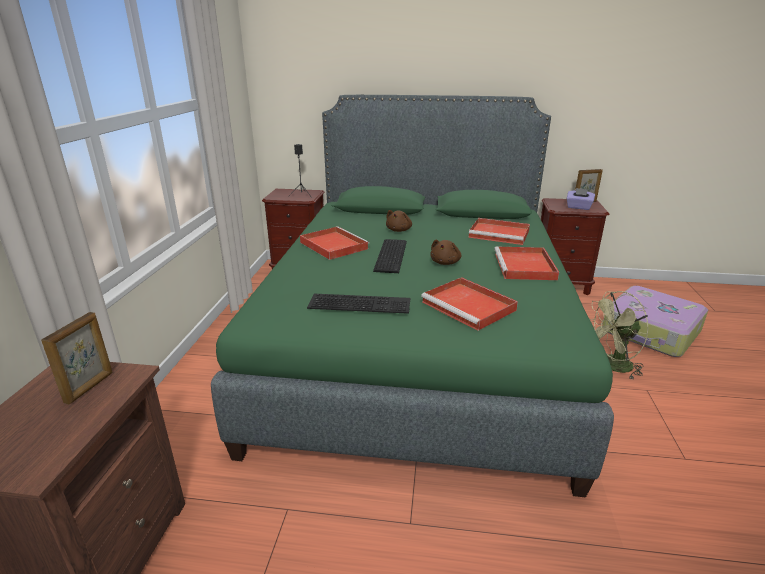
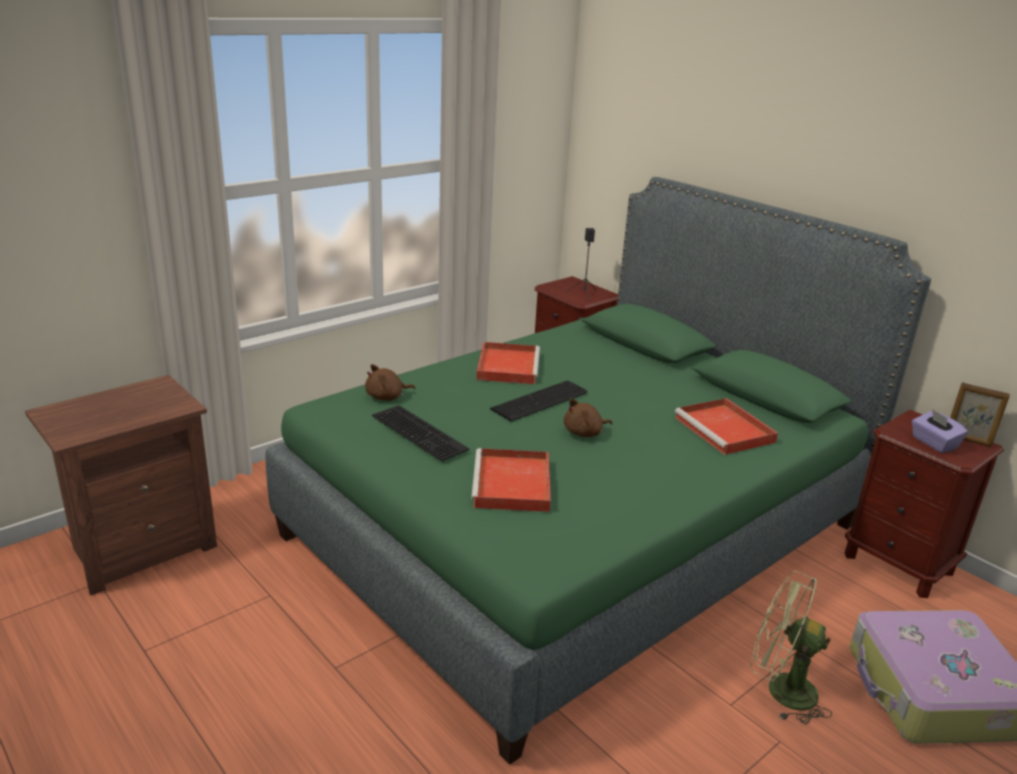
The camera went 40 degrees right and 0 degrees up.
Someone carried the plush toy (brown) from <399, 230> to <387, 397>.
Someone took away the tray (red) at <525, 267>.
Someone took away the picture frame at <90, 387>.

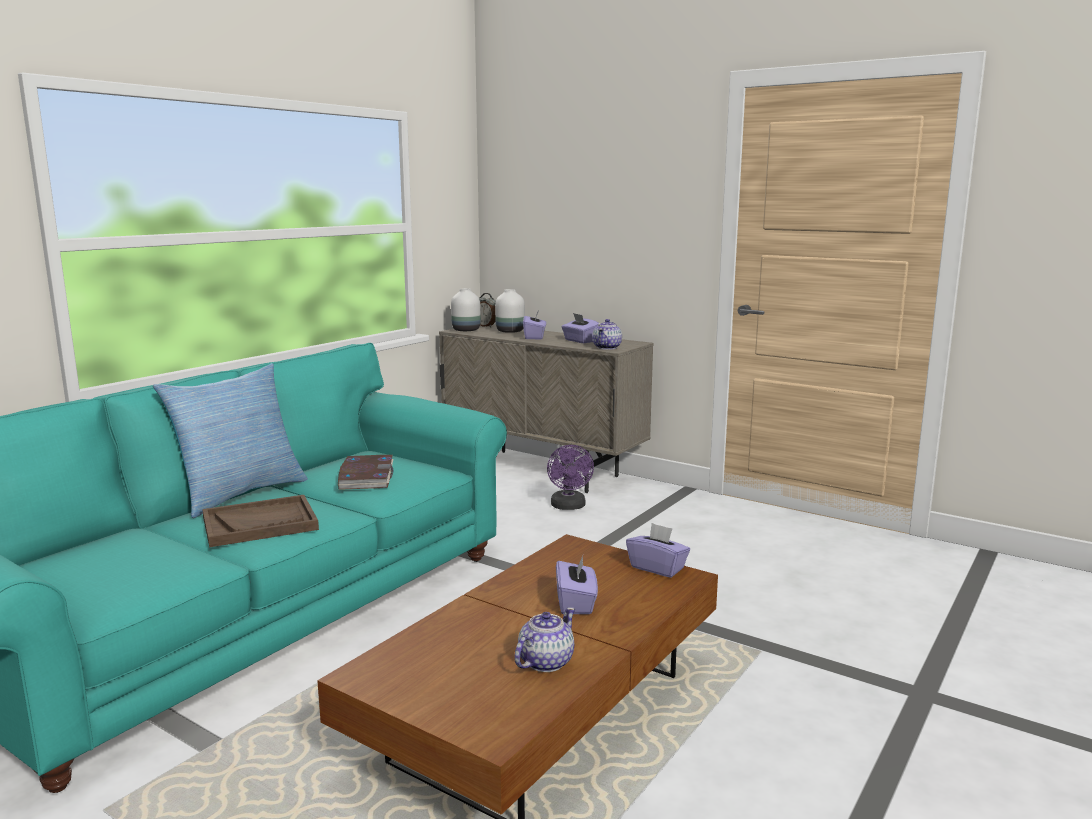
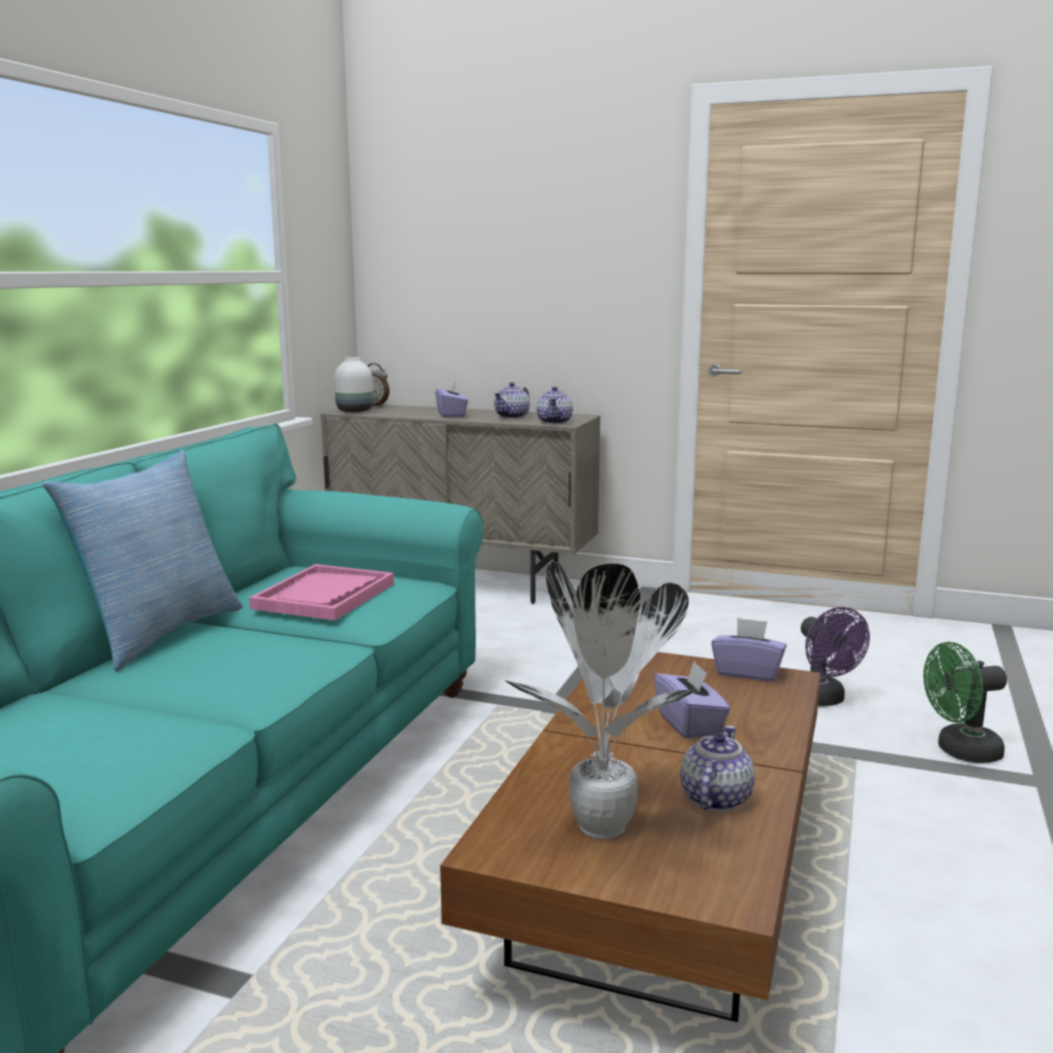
The camera went 15 degrees left and 0 degrees up.
Someone took away the vase (white) at <509, 331>.
Someone swapped the tissue box (purple) at <580, 341> for the teapot at <512, 416>.
Someone carried the fan (purple) from <569, 507> to <822, 700>.
Someone swapped the book at <366, 476> for the tray (pink) at <324, 596>.
Someone took away the tray (brown) at <260, 523>.
Someone put down the potted plant at <601, 829>.
Someone put down the fan (green) at <960, 752>.

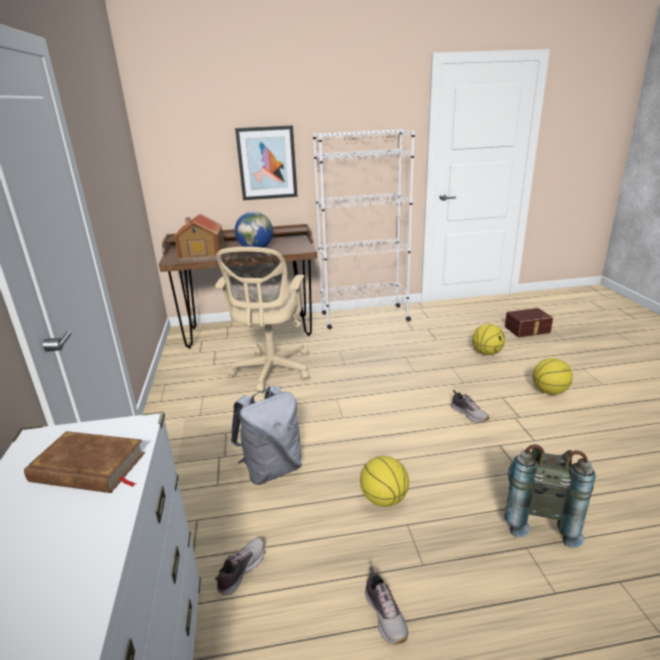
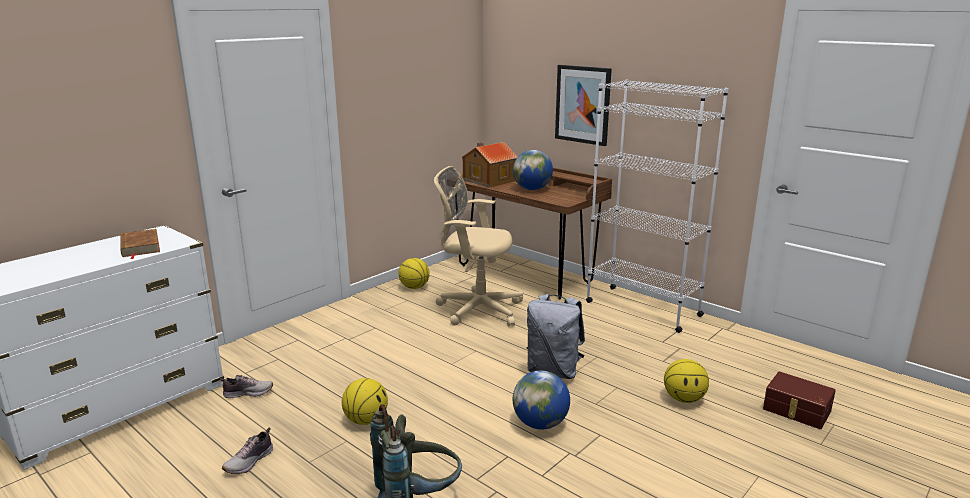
The camera went 50 degrees right and 5 degrees down.
Someone rotated the office chair (beige) at <271, 372> by 45 degrees clockwise.
Someone carried the basketball from <549, 391> to <414, 287>.
Someone carried the backpack (grey) from <271, 469> to <553, 371>.
Someone swapped the shoe at <469, 414> for the globe at <540, 424>.

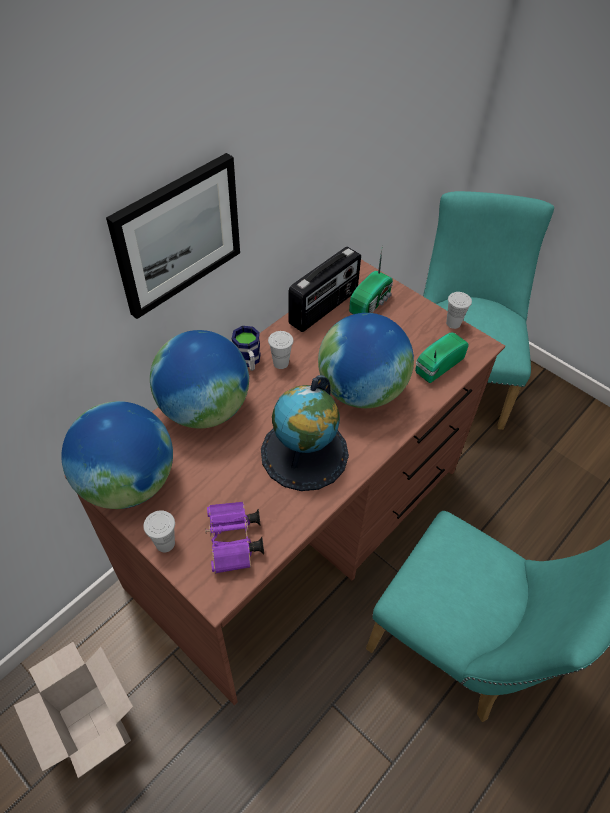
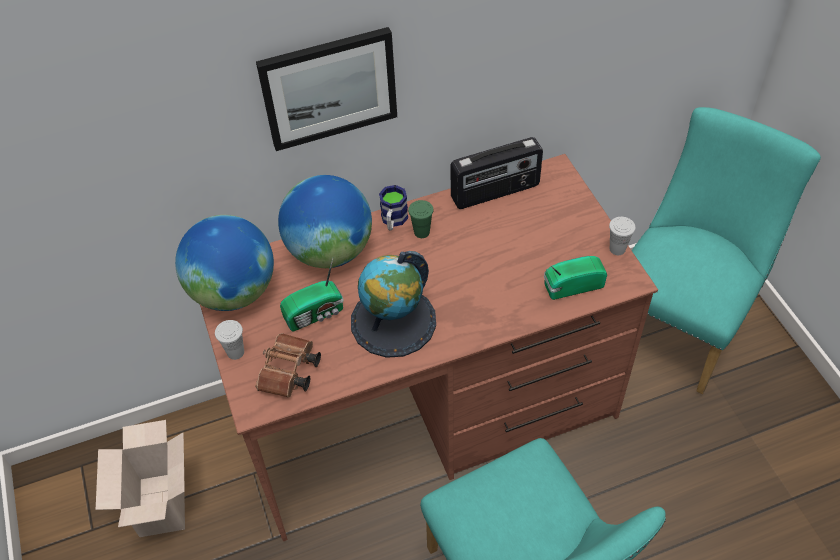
The camera went 30 degrees right and 0 degrees up.
Someone carried the radio from <371, 303> to <316, 314>.
Someone took away the globe at <362, 391>.
Someone repainted the cup (white) at <281, 363>, which became the cup (green) at <421, 232>.
Someone repainted the binoculars (purple) at <234, 543>, which became the binoculars (brown) at <289, 374>.

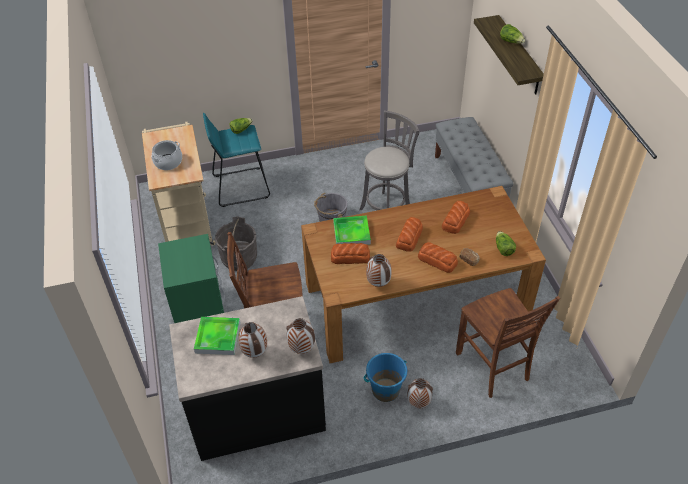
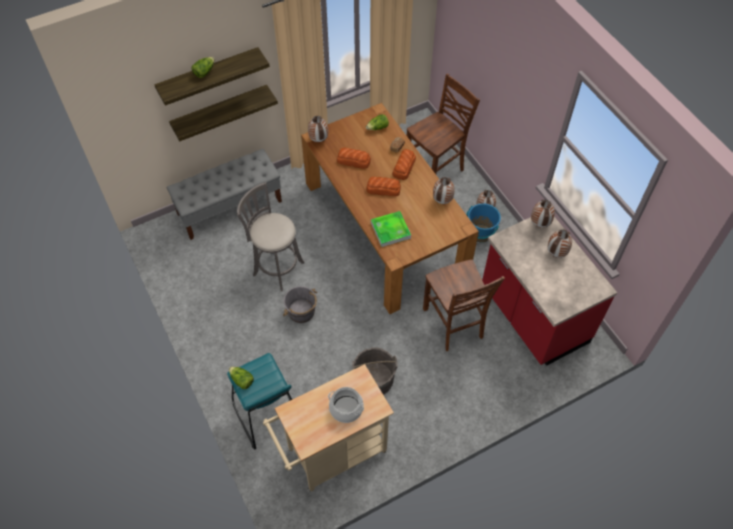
The camera went 105 degrees left and 10 degrees up.
Someone took away the nightstand (green) at <200, 312>.
Someone took away the bread at <350, 257>.
Someone repainted the counter (black) at <257, 411>, which became the counter (red) at <532, 316>.
Someone took away the tray at <218, 337>.
Someone put up the shelf at <220, 111>.
Someone put down the vase at <318, 140>.

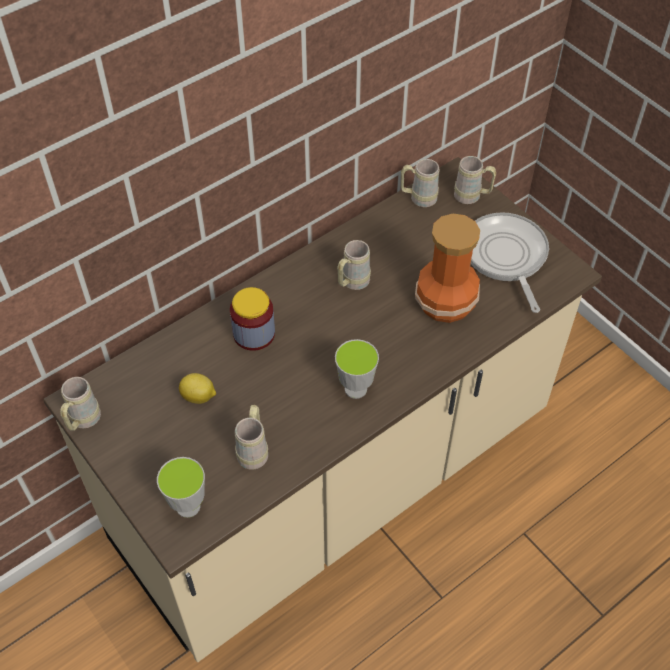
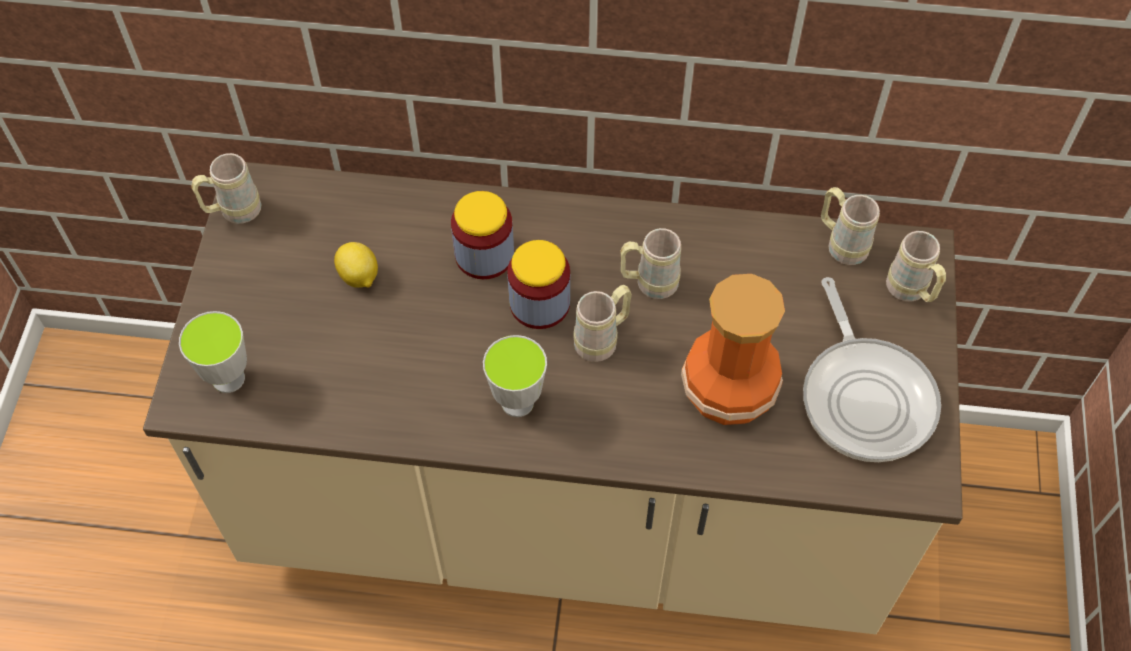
The camera went 45 degrees right and 5 degrees up.
Someone rotated the frying pan at <506, 257> by 135 degrees clockwise.
Someone carried the mug (beige) from <254, 450> to <603, 339>.
Someone put down the jar at <539, 303>.

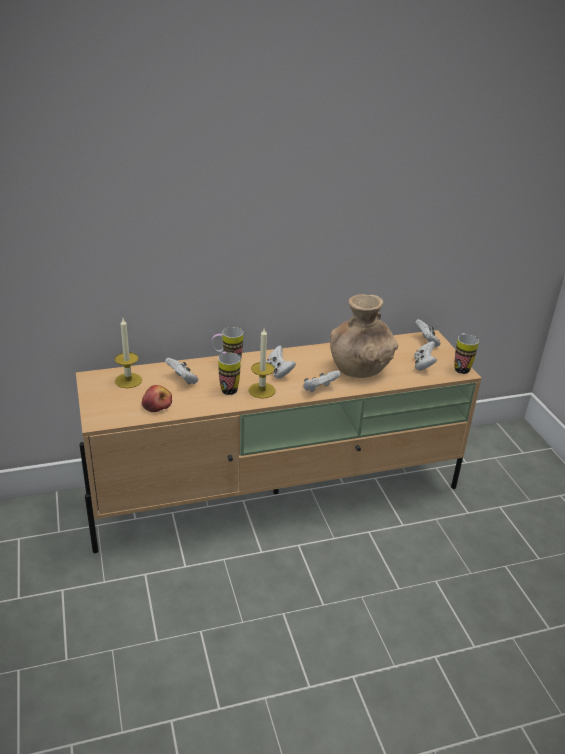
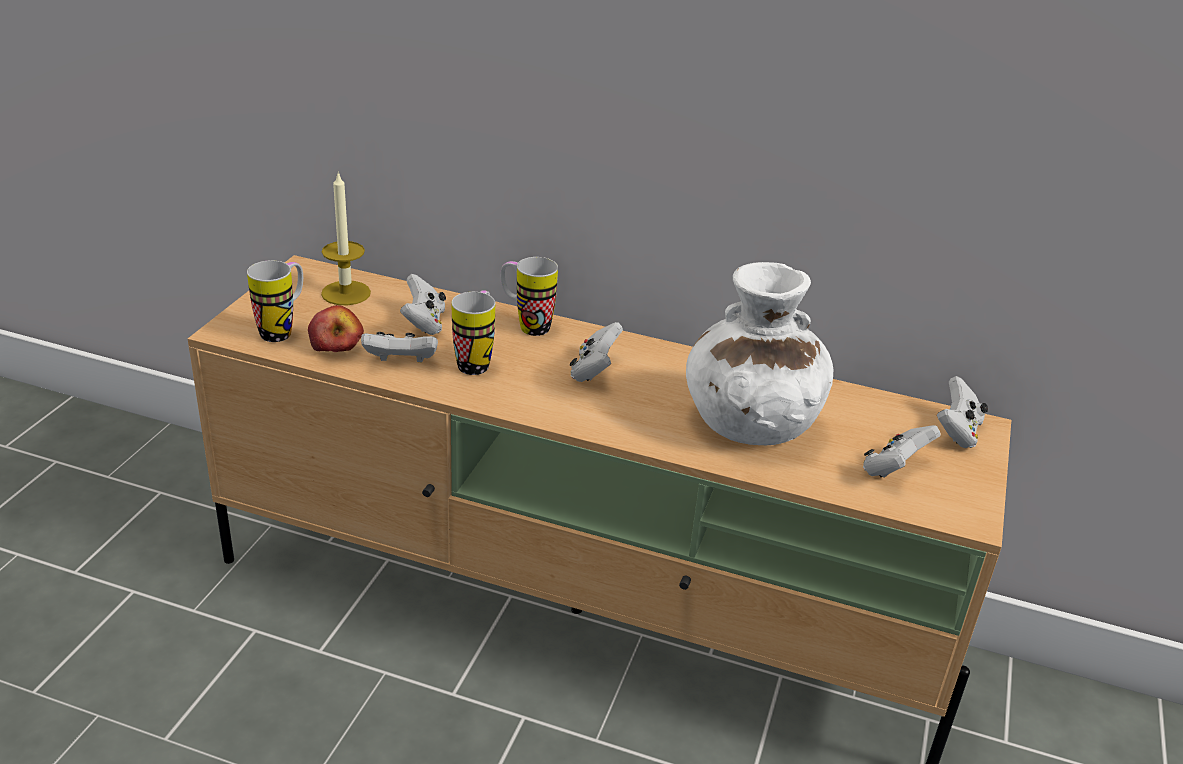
The camera went 35 degrees right and 0 degrees up.
Someone repainted the vase (brown) at <359, 369>, which became the vase (white) at <750, 424>.
Someone took away the candle at <262, 390>.
Someone carried the mug from <460, 367> to <283, 330>.
Someone carried the game controller (white) from <319, 389> to <401, 363>.

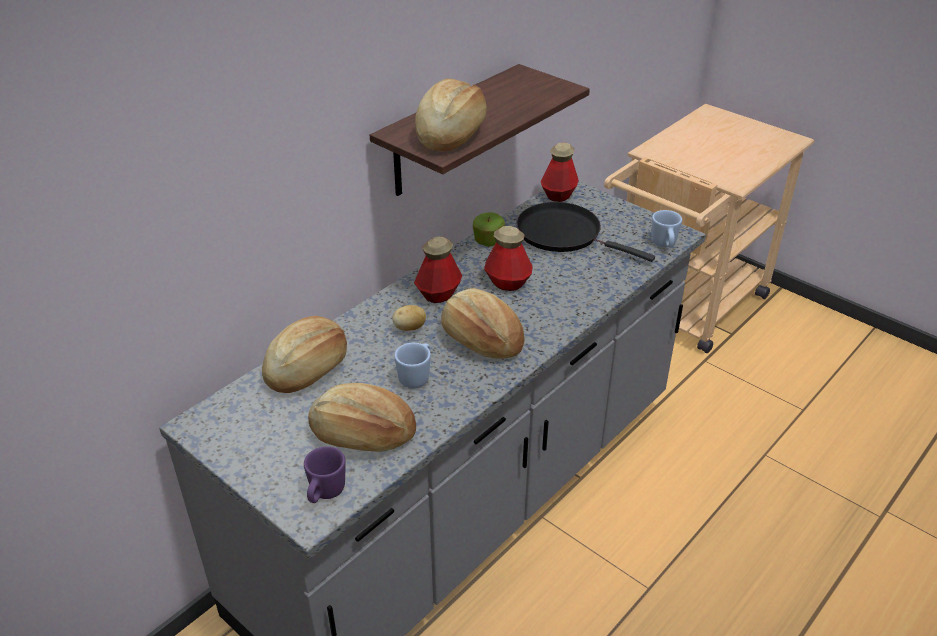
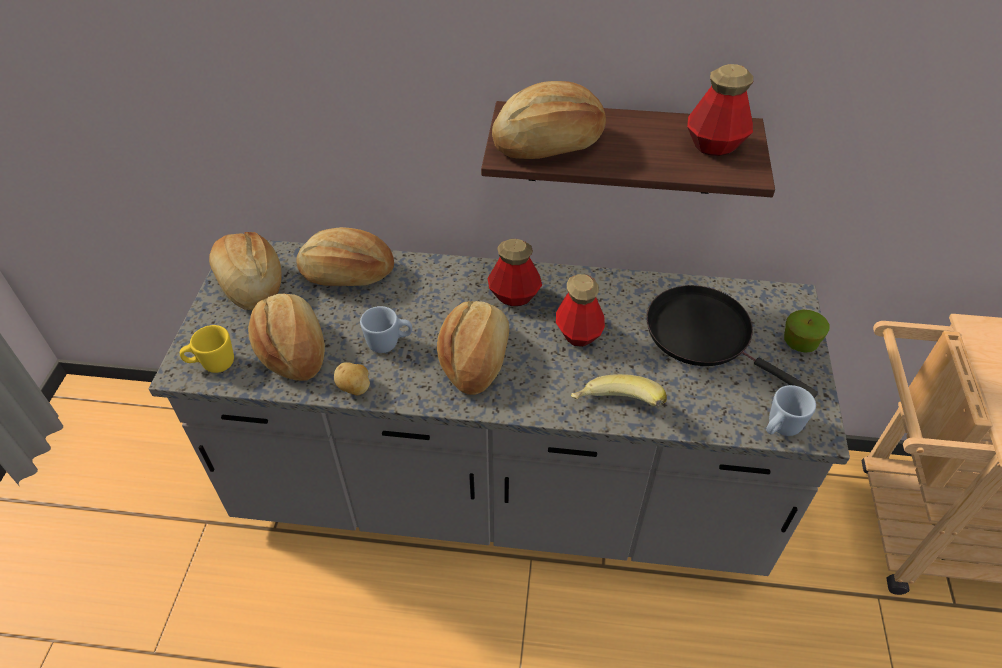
The camera went 55 degrees right and 10 degrees up.
Someone carried the bottle from <558, 195> to <715, 145>.
Someone rotated the frying pan (black) at <564, 234> by 45 degrees counterclockwise.
Someone carried the apple from <488, 241> to <800, 343>.
Someone carried the potato from <409, 328> to <355, 388>.
Someone repainted the mug (purple) at <325, 494>, which became the mug (yellow) at <212, 364>.
Someone put down the bread at <249, 284>.
Someone put down the banana at <615, 409>.

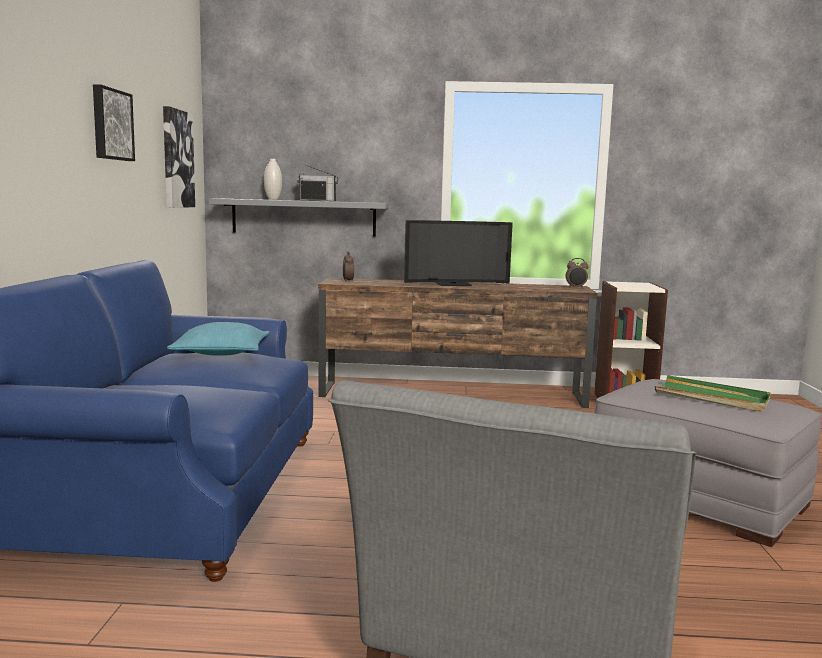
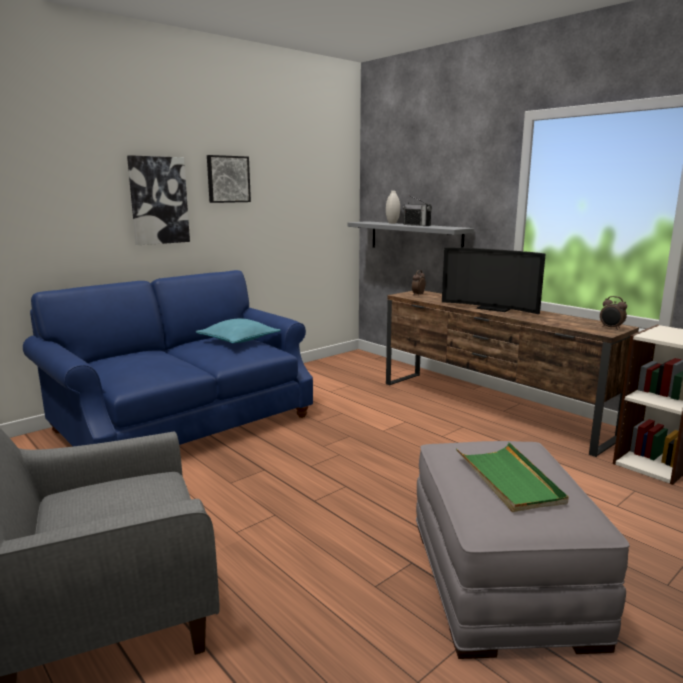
The camera went 45 degrees right and 5 degrees up.
Someone carried the picture from <176, 159> to <158, 200>.

